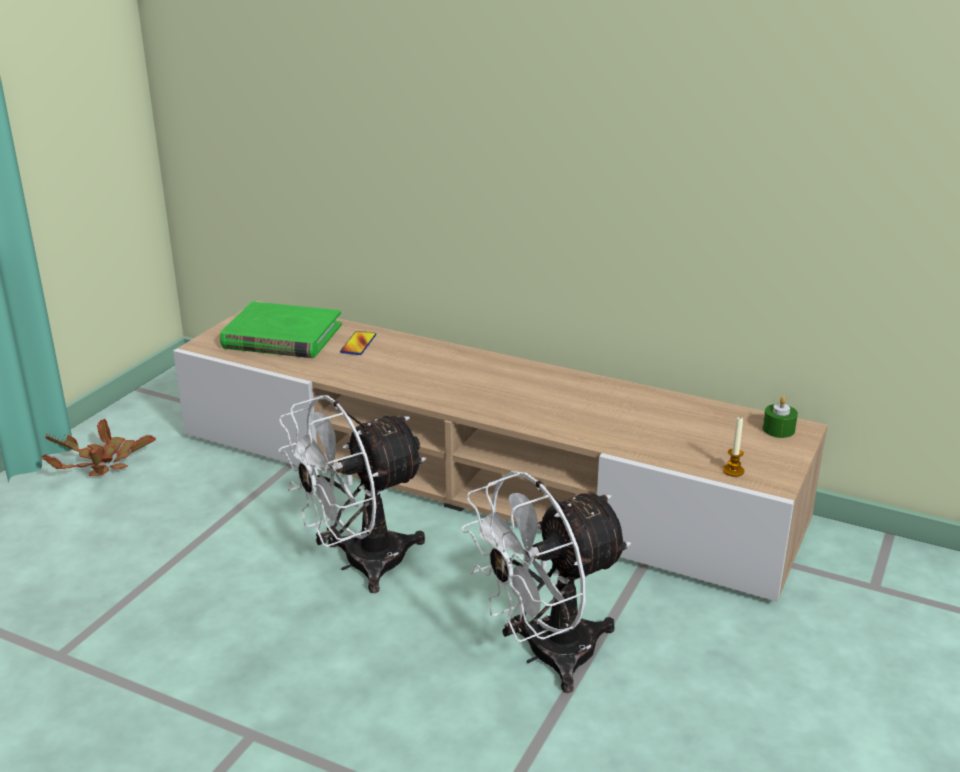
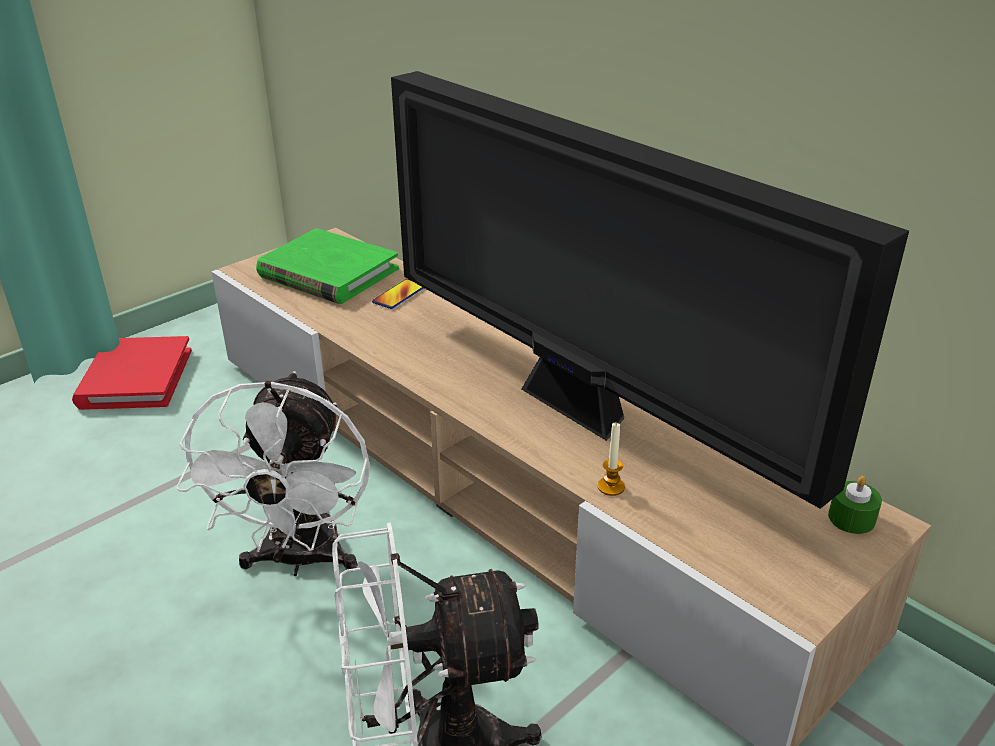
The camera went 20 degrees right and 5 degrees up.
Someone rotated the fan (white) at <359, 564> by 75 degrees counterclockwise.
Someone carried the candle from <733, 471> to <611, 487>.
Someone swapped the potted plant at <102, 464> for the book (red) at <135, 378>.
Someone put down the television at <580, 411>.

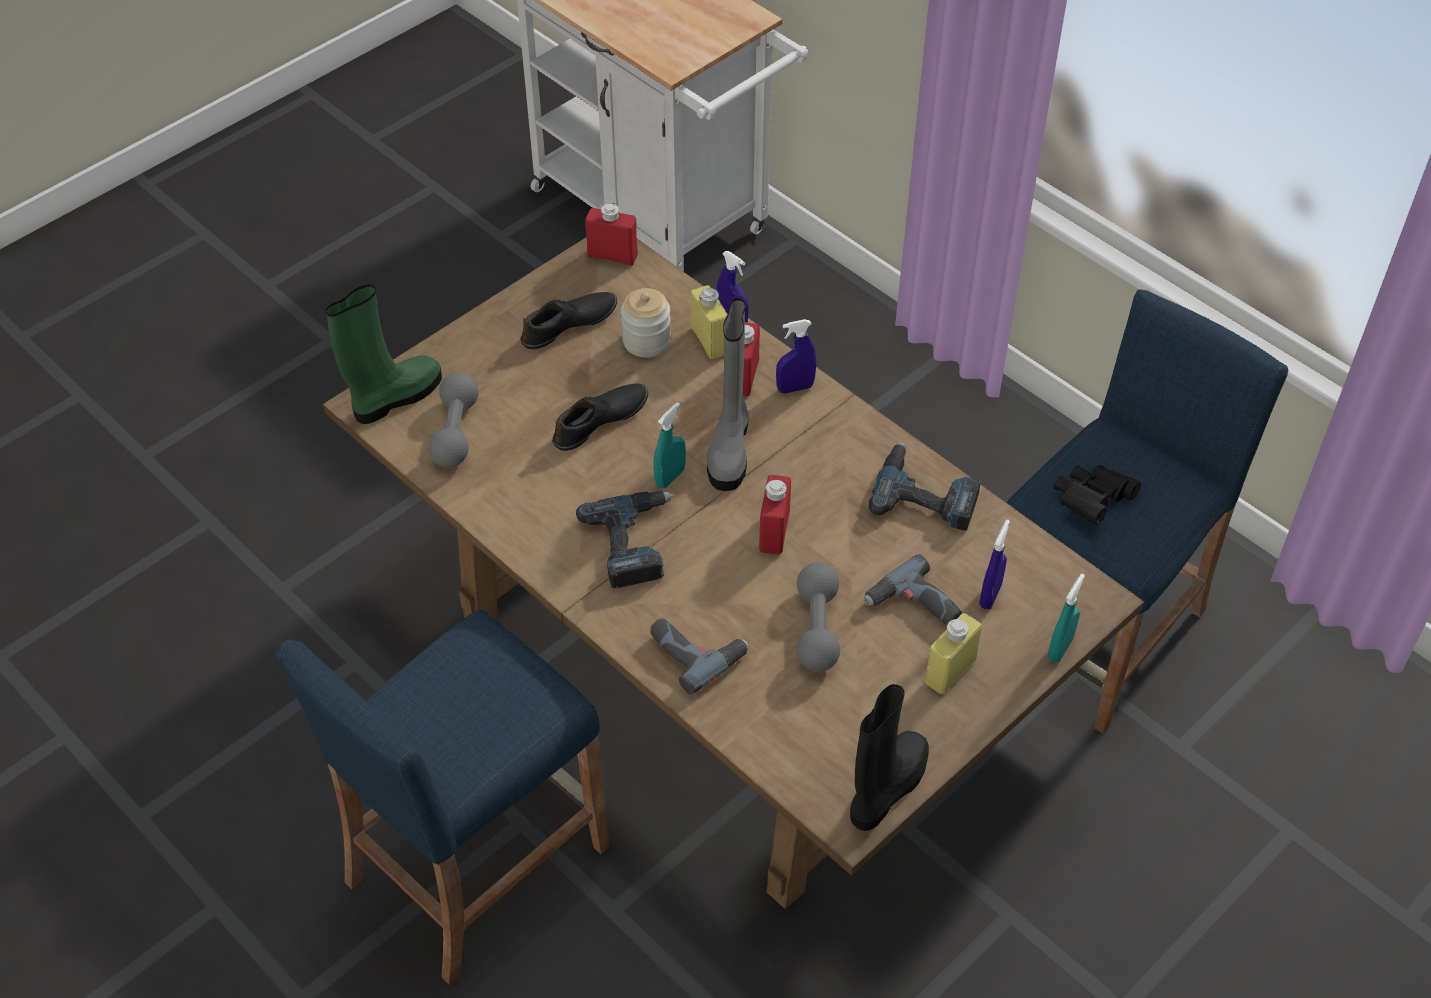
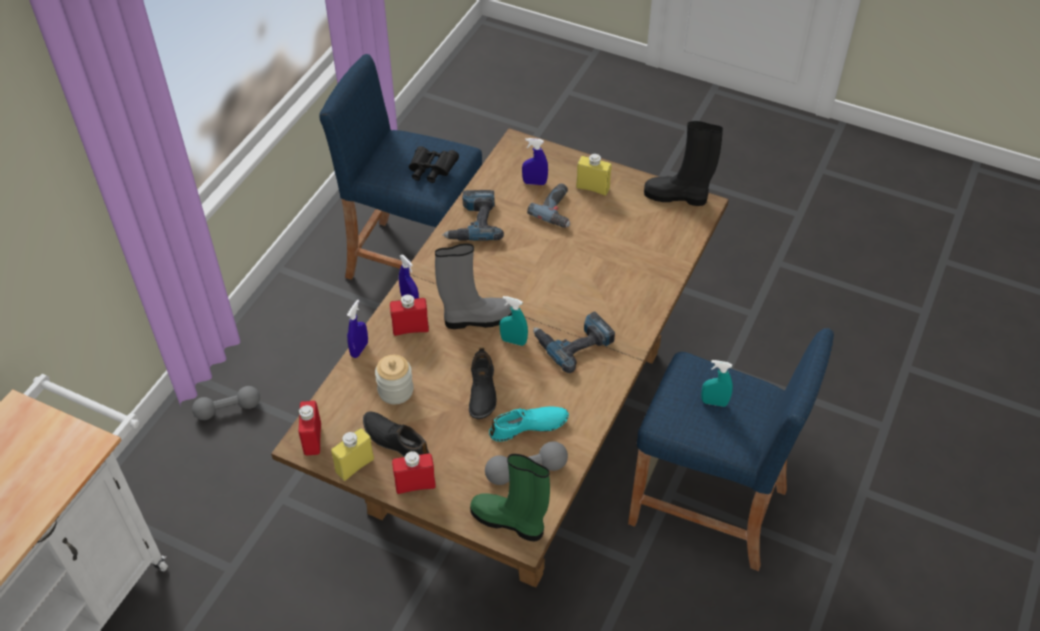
The camera went 110 degrees left and 0 degrees up.
Someone carried the bottle (yellow) from <709, 341> to <355, 466>.
Someone rotated the shoe (black) at <601, 422> by 120 degrees counterclockwise.
Someone carried the bottle (red) from <774, 532> to <415, 485>.
Someone carried the dumbbell (grey) from <817, 628> to <228, 409>.
Someone carried the spray bottle (turquoise) from <1060, 649> to <714, 402>.
Someone took away the power drill at <696, 651>.
Someone put down the shoe (turquoise) at <528, 427>.

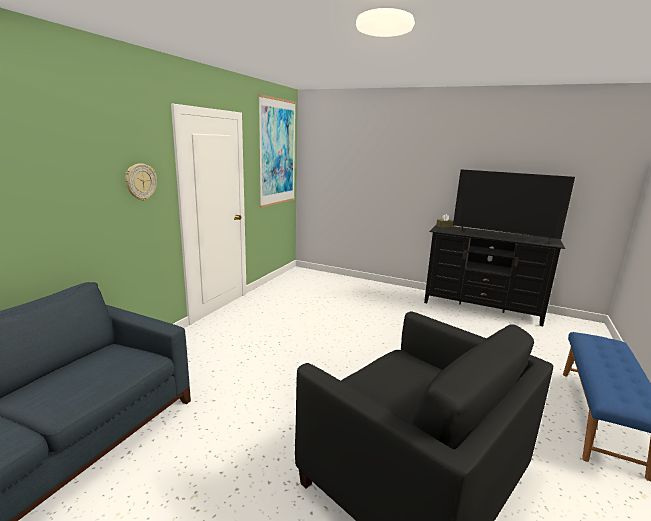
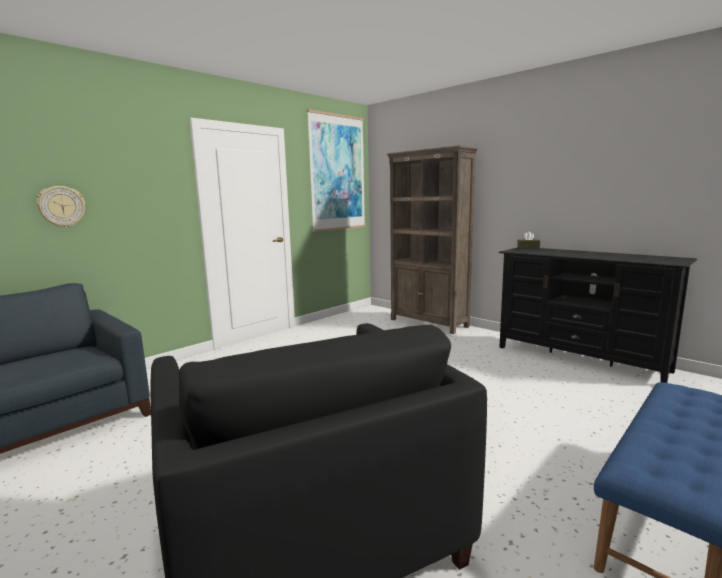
The camera went 20 degrees right and 5 degrees down.
Someone carried the wall clock from <140, 182> to <61, 207>.
Someone took away the television at <503, 237>.
Someone put down the bookcase (brown) at <429, 323>.

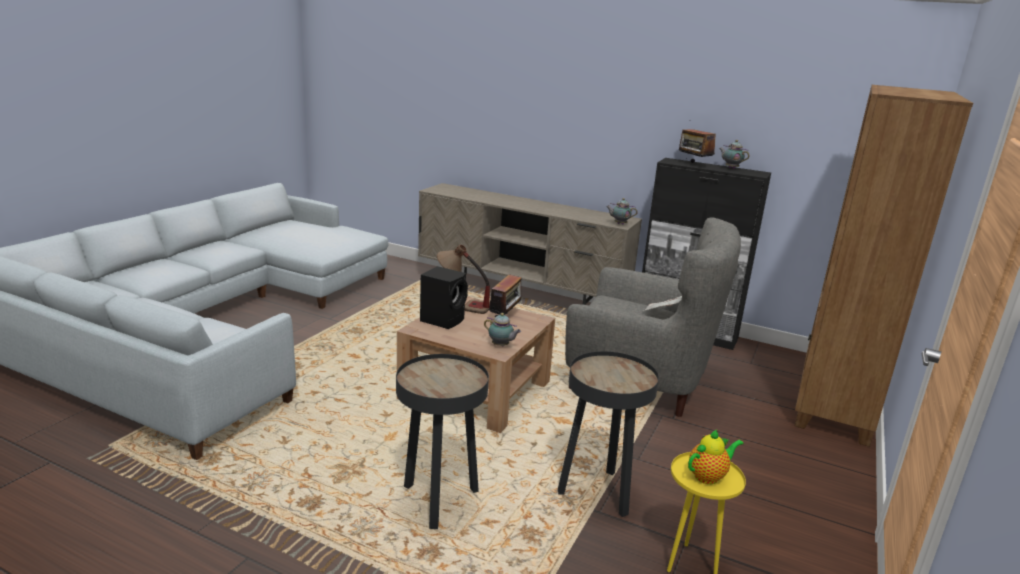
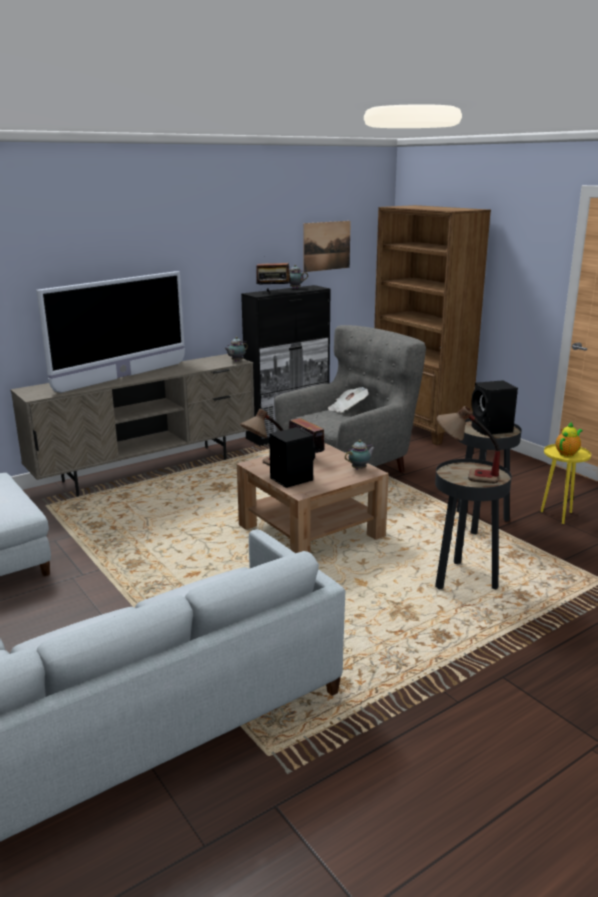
The camera went 60 degrees left and 0 degrees up.
Someone rotated the teapot at <708, 476> by 45 degrees clockwise.
Someone put up the picture at <326, 246>.
Someone put down the television at <122, 377>.
Someone put down the speaker (black) at <492, 430>.
Someone put down the table lamp at <465, 475>.

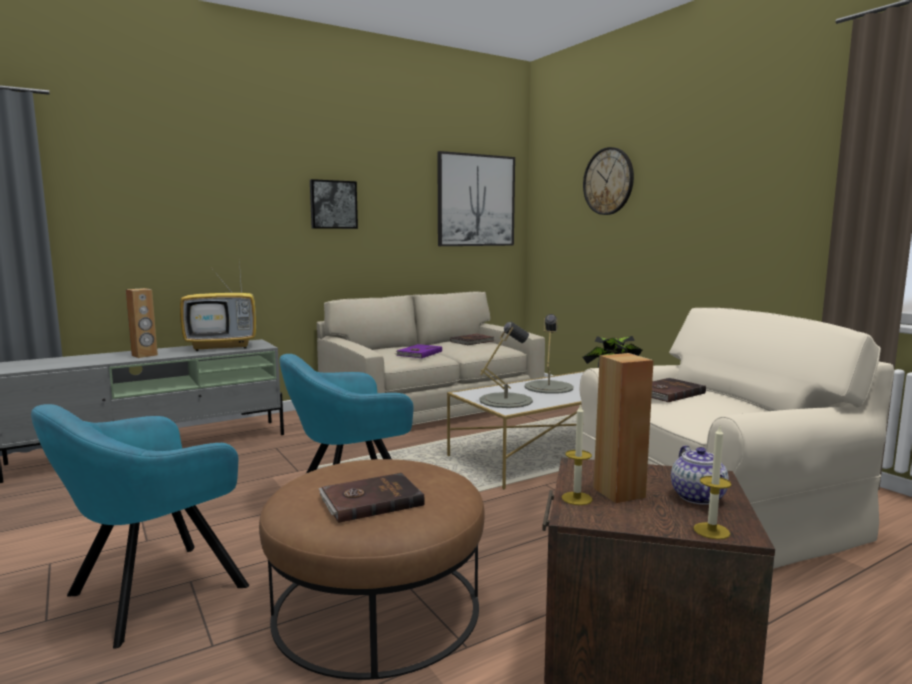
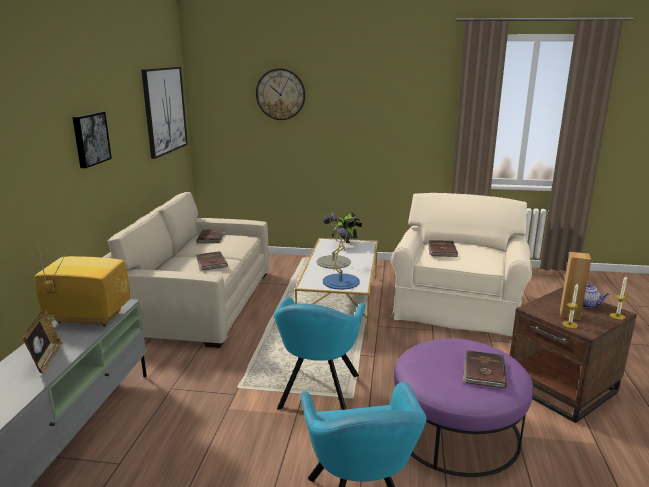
The camera went 50 degrees left and 10 degrees up.
Someone rotated the television at <223, 347> by 105 degrees counterclockwise.
Someone swapped the speaker (brown) at <144, 355> for the picture frame at <46, 360>.
Someone repainted the table lamp (grey) at <505, 400>, which became the table lamp (blue) at <341, 281>.
Someone repainted the book (purple) at <418, 353>, which became the book (brown) at <211, 263>.
Someone repainted the ottoman (brown) at <377, 607>, which became the ottoman (purple) at <456, 430>.

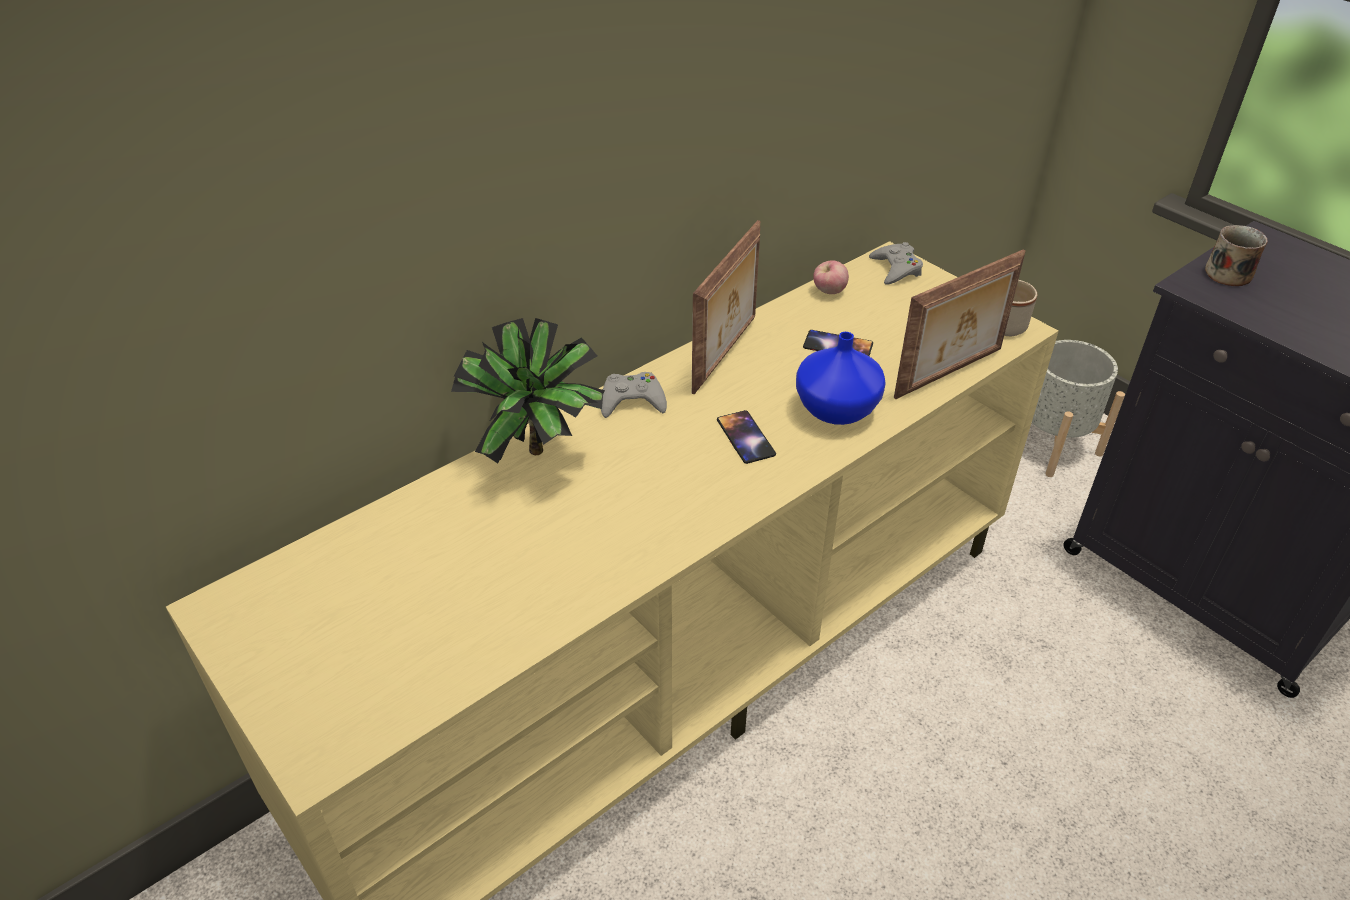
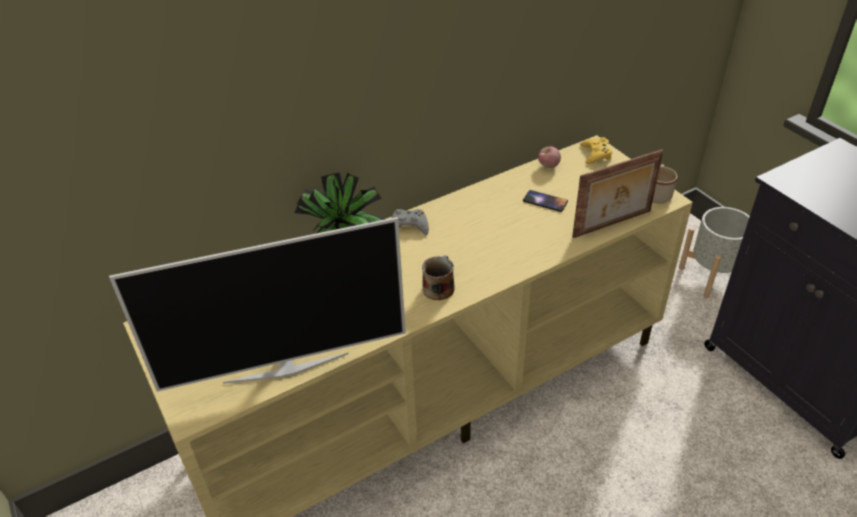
The camera went 10 degrees right and 0 degrees up.
Someone took away the picture frame at <726, 354>.
Someone carried the mug from <1227, 272> to <438, 287>.
Someone repainted the game controller (grey) at <896, 269>, which became the game controller (yellow) at <596, 154>.
Someone took away the vase (blue) at <835, 408>.
Someone took away the phone at <745, 437>.
Someone put down the television at <286, 366>.

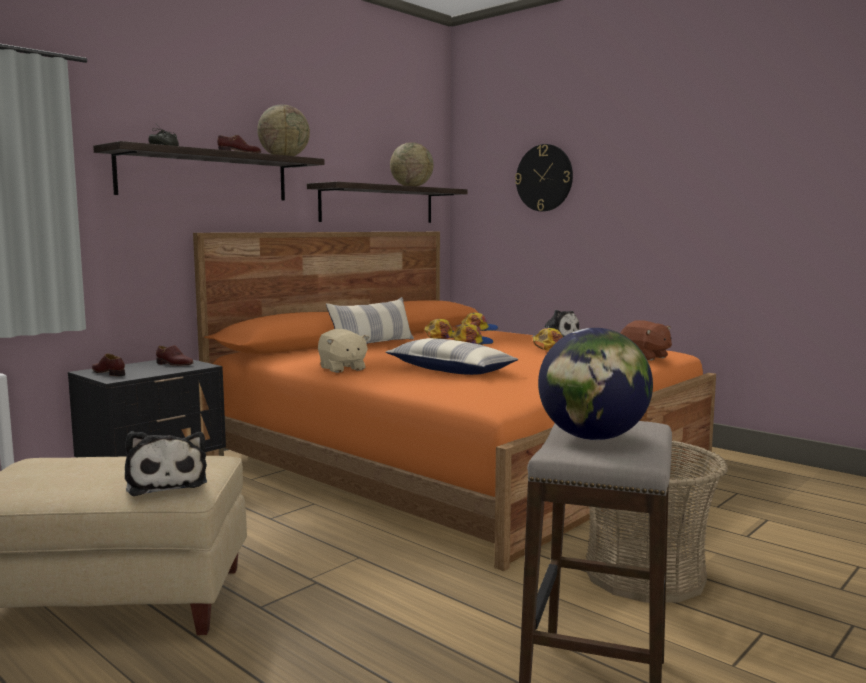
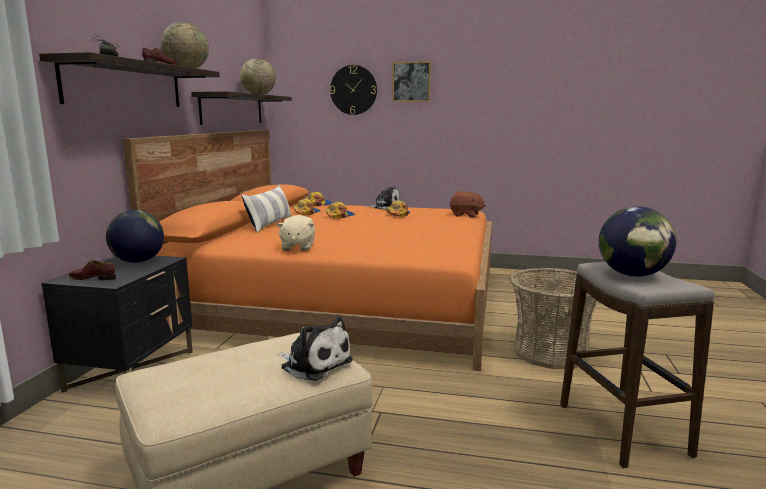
The camera went 30 degrees left and 5 degrees up.
Someone rotated the plush toy (beige) at <342, 368> by 60 degrees clockwise.
Someone took away the pillow at <450, 370>.
Someone swapped the shoe (brown) at <174, 364> for the globe at <138, 261>.
Someone put up the picture at <411, 81>.

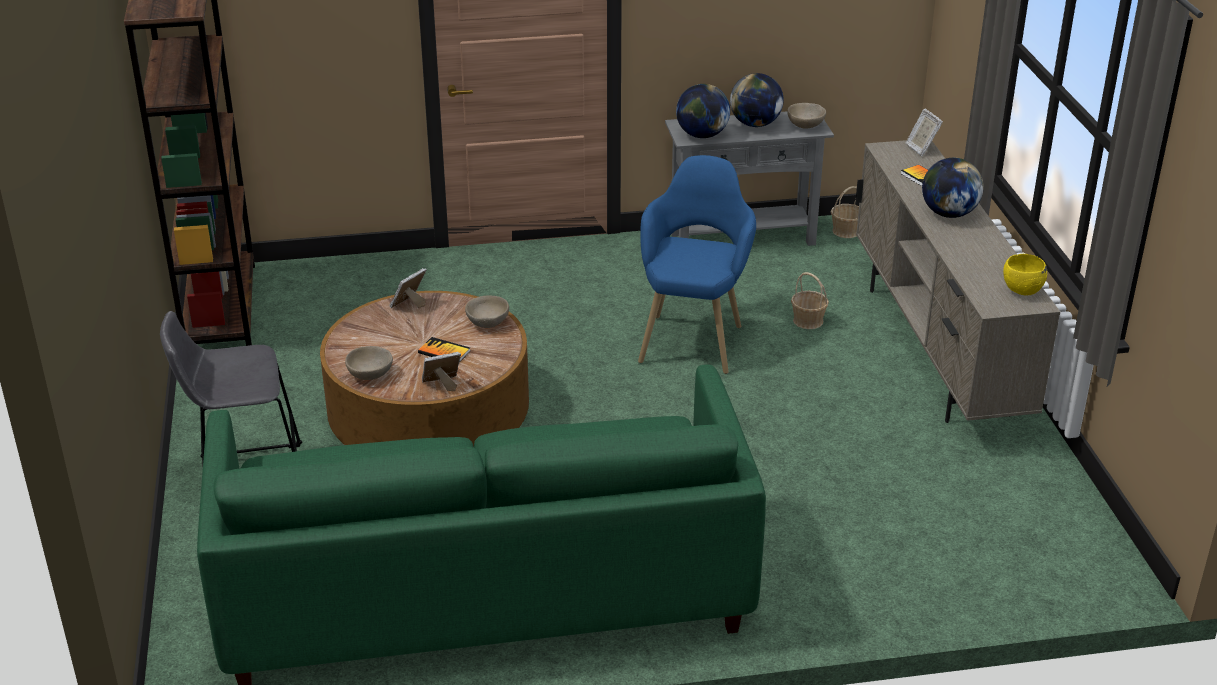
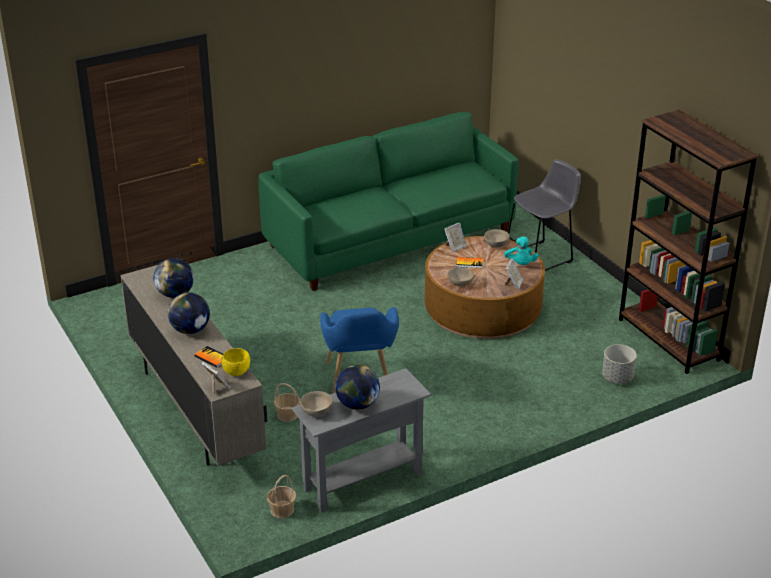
The camera went 160 degrees right and 0 degrees up.
Someone carried the globe from <702, 135> to <175, 294>.
Someone carried the bowl (yellow) from <1021, 291> to <236, 372>.
Someone put down the plush toy (turquoise) at <520, 264>.
Someone put down the planter (grey) at <617, 378>.

